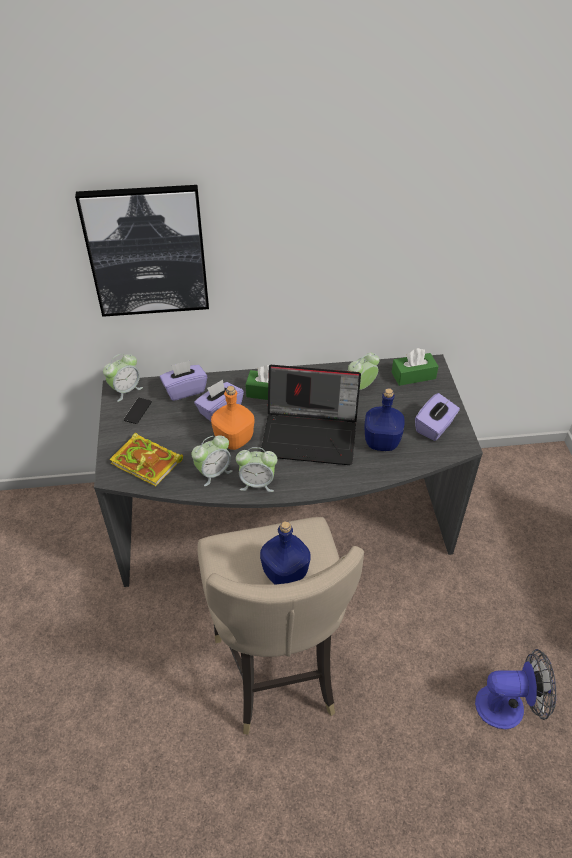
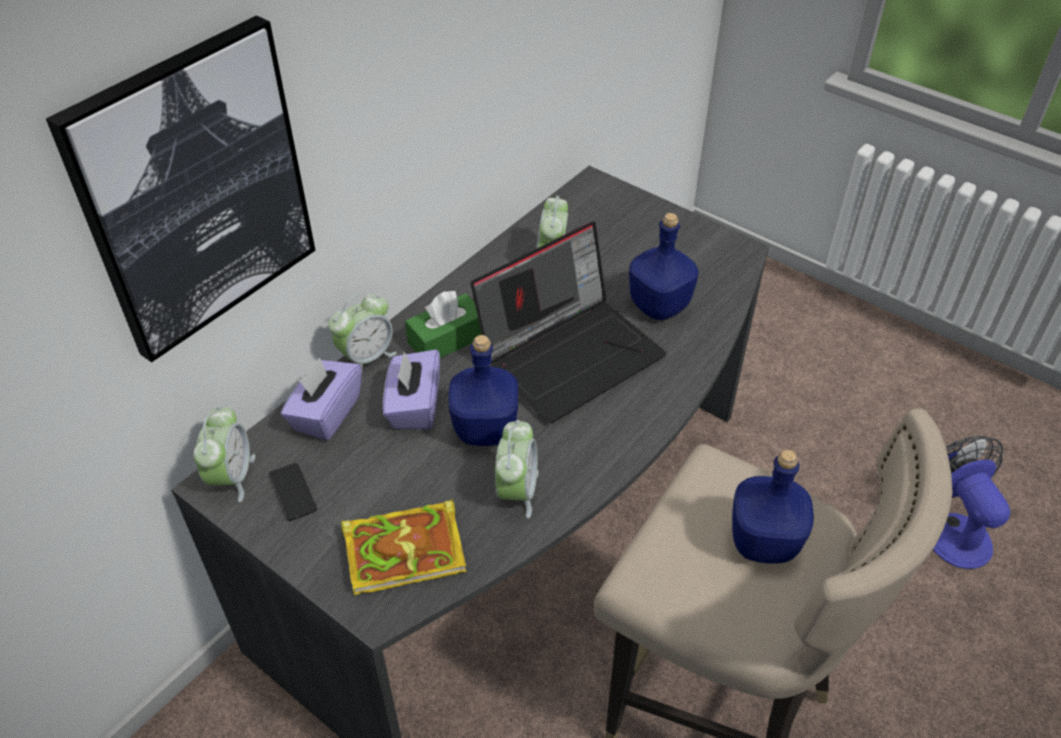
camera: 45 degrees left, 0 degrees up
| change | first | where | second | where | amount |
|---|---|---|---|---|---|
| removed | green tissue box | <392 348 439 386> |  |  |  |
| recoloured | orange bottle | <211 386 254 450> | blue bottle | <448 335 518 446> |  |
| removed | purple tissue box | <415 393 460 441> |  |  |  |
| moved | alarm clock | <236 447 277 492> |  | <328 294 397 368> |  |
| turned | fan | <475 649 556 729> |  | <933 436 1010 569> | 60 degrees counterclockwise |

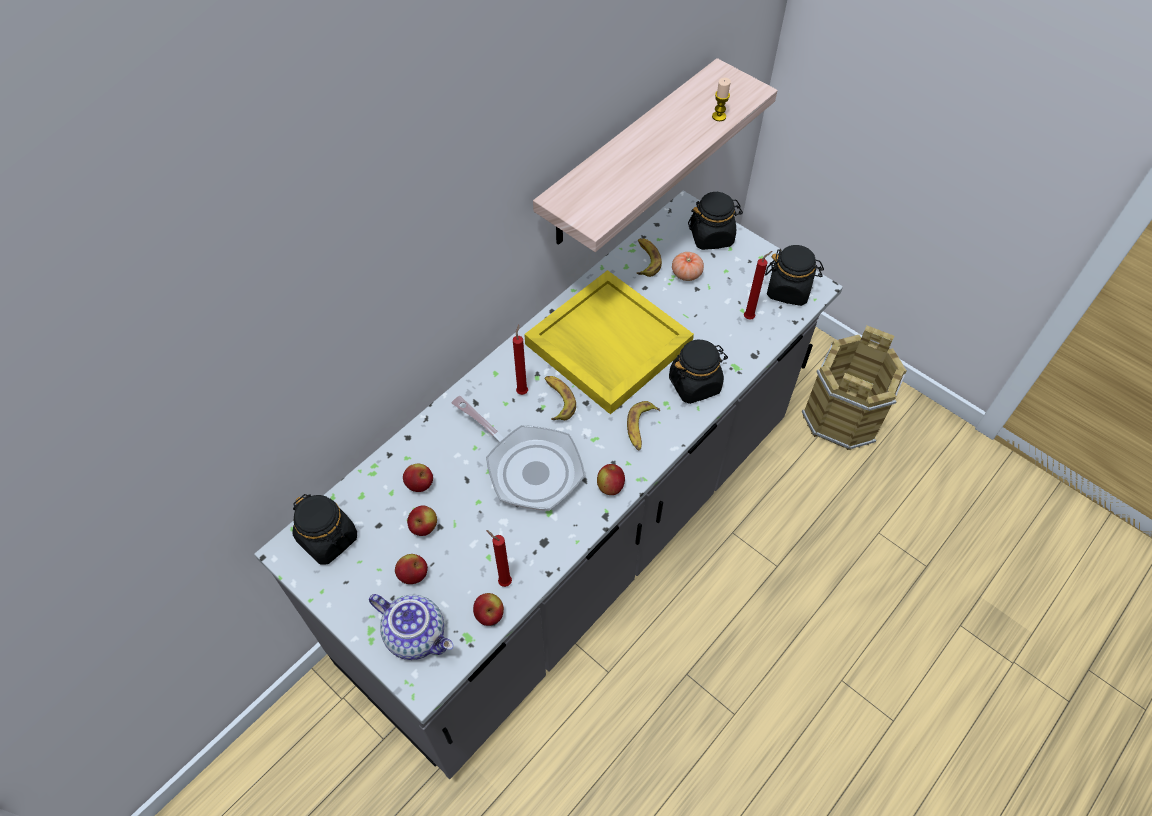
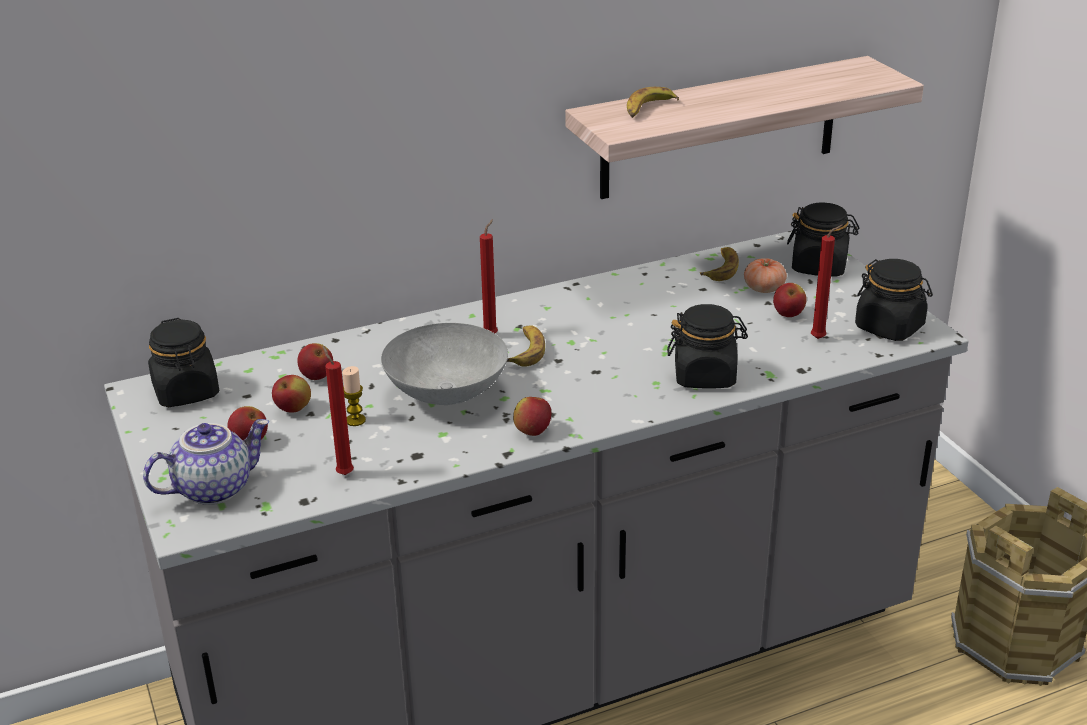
camera: 25 degrees right, 25 degrees down
| change | first | where | second | where | amount |
|---|---|---|---|---|---|
| moved | candle | <712 78 731 121> |  | <342 366 366 426> |  |
| removed | yellow tray | <524 270 694 414> |  |  |  |
| replaced | frying pan | <451 396 585 511> | grey bowl | <381 323 508 405> |  |
| moved | banana | <627 401 660 451> |  | <627 87 679 118> |  |
| moved | apple | <473 593 504 626> |  | <773 283 807 317> |  |
| turned | teapot | <369 594 453 660> |  | <143 419 269 505> | 90 degrees counterclockwise |

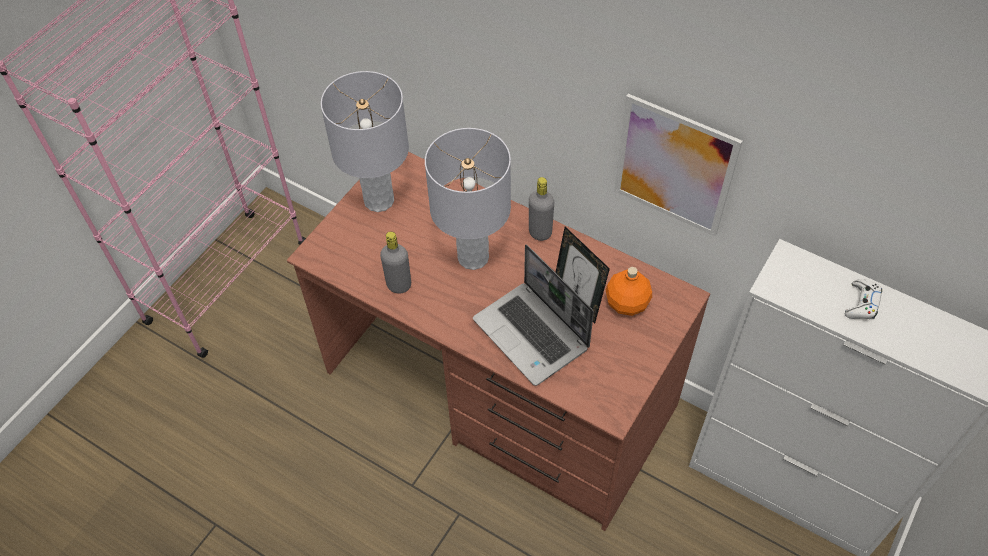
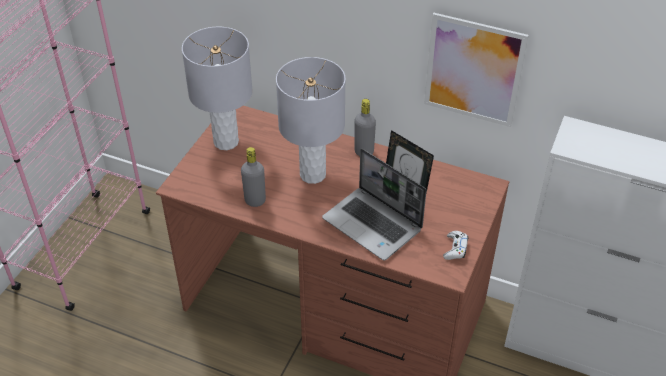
camera: 10 degrees left, 10 degrees down
| change | first | where | second | where | amount |
|---|---|---|---|---|---|
| removed | orange bottle | <606 267 652 316> |  |  |  |
| moved | white game controller | <845 279 882 319> |  | <443 231 468 260> |  |

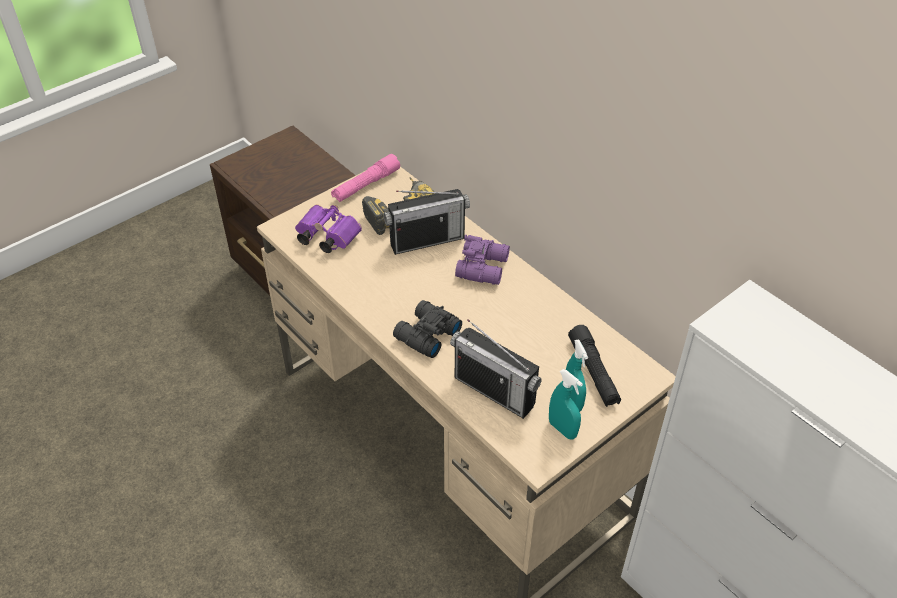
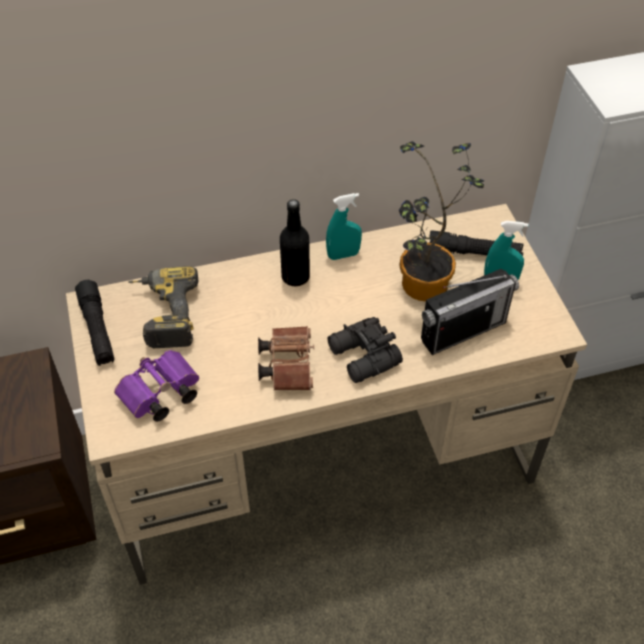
camera: 65 degrees left, 5 degrees up
| change | first | where | second | where | amount |
|---|---|---|---|---|---|
| recoloured | pink flashlight | <331 154 400 202> | black flashlight | <75 280 114 366> |  |
| removed | radio | <384 189 470 255> |  |  |  |
| replaced | purple binoculars | <455 235 510 285> | black bottle | <280 199 310 286> |  |
| moved | turquoise spray bottle | <549 369 583 439> |  | <326 193 362 260> |  |
| added |  |  | potted plant | <399 141 484 301> |  |
| added |  |  | brown binoculars | <258 326 314 390> |  |

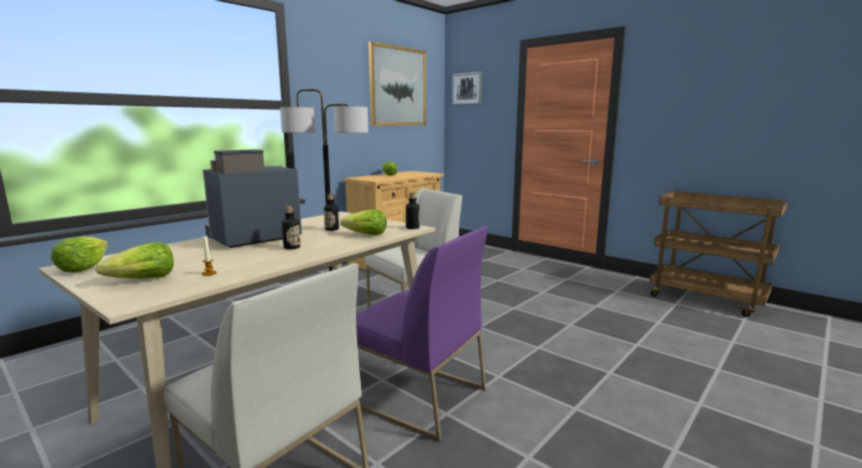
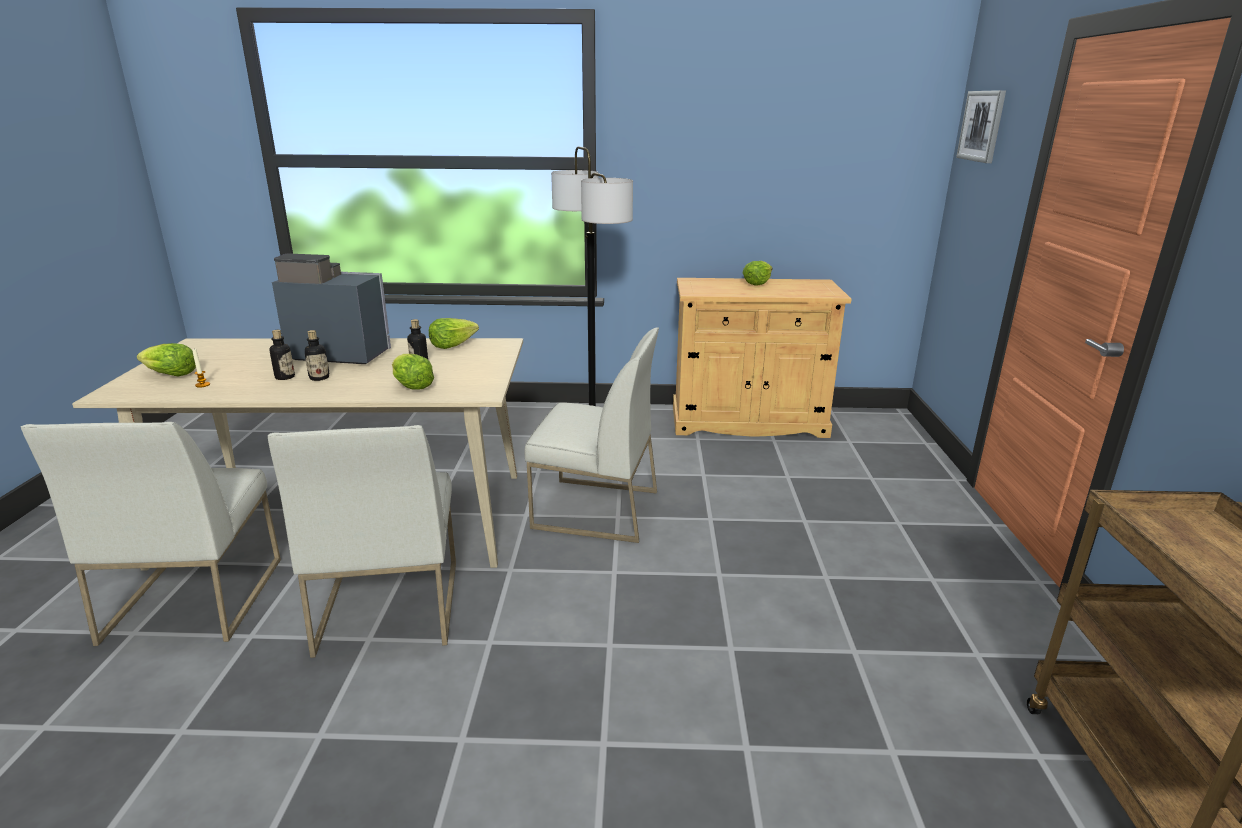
camera: 50 degrees right, 10 degrees up
| change | first | where | second | where | amount |
|---|---|---|---|---|---|
| removed | picture | <368 41 426 125> |  |  |  |
| moved | bottle | <406 193 420 229> |  | <269 330 295 380> |  |
| recoloured | purple chair | <356 226 488 442> | white chair | <268 425 456 658> |  |
| moved | lettuce | <51 236 108 273> |  | <429 318 479 349> |  |

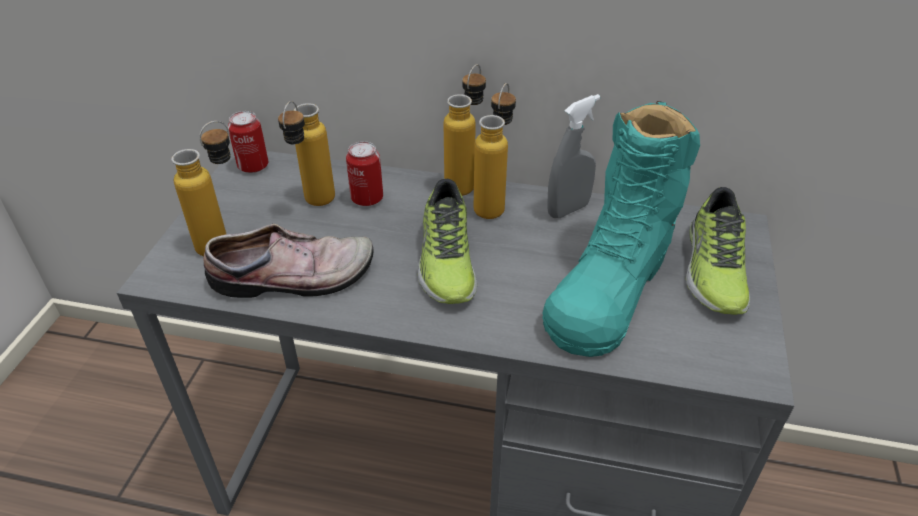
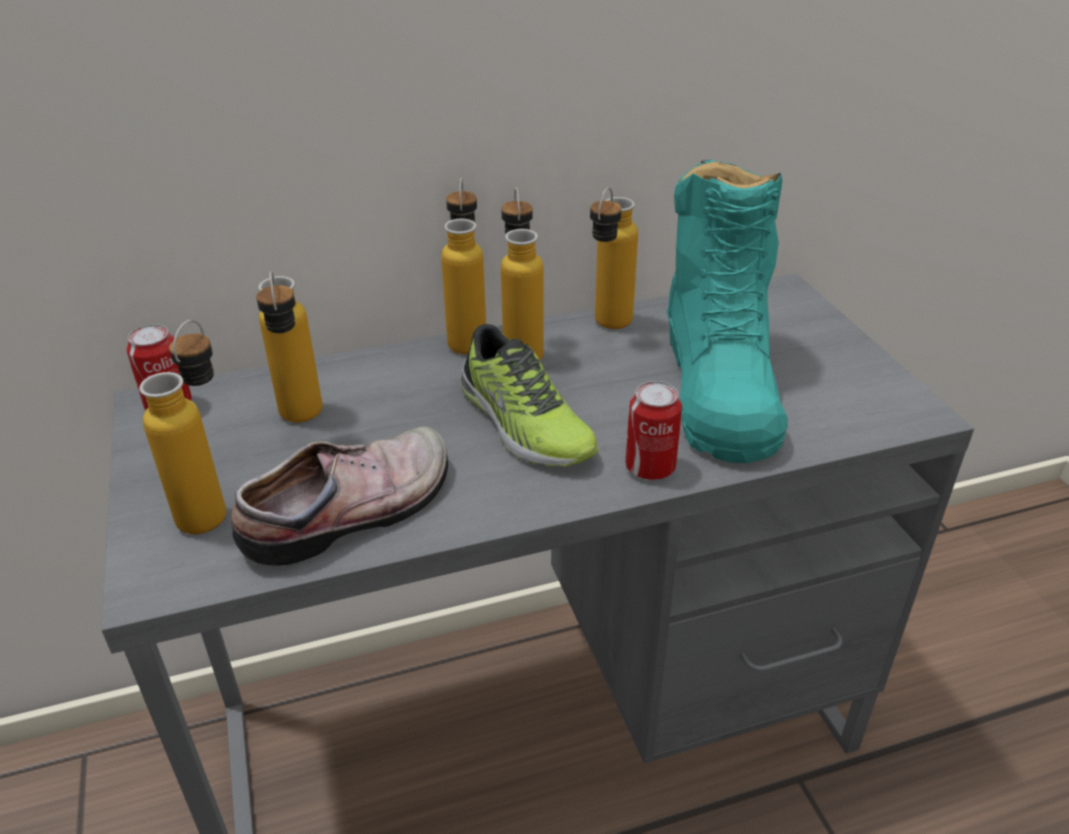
camera: 30 degrees left, 5 degrees down
| change | first | where | second | where | amount |
|---|---|---|---|---|---|
| replaced | grey spray bottle | <547 94 600 218> | bottle | <590 187 638 329> |  |
| moved | can | <346 141 383 206> |  | <625 381 682 480> |  |
| removed | shoe | <686 187 750 315> |  |  |  |

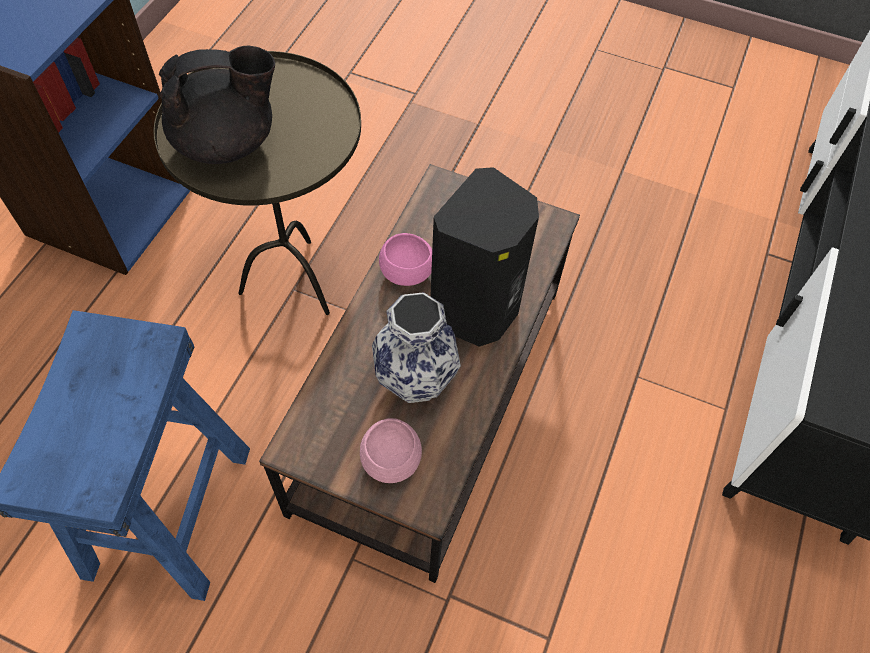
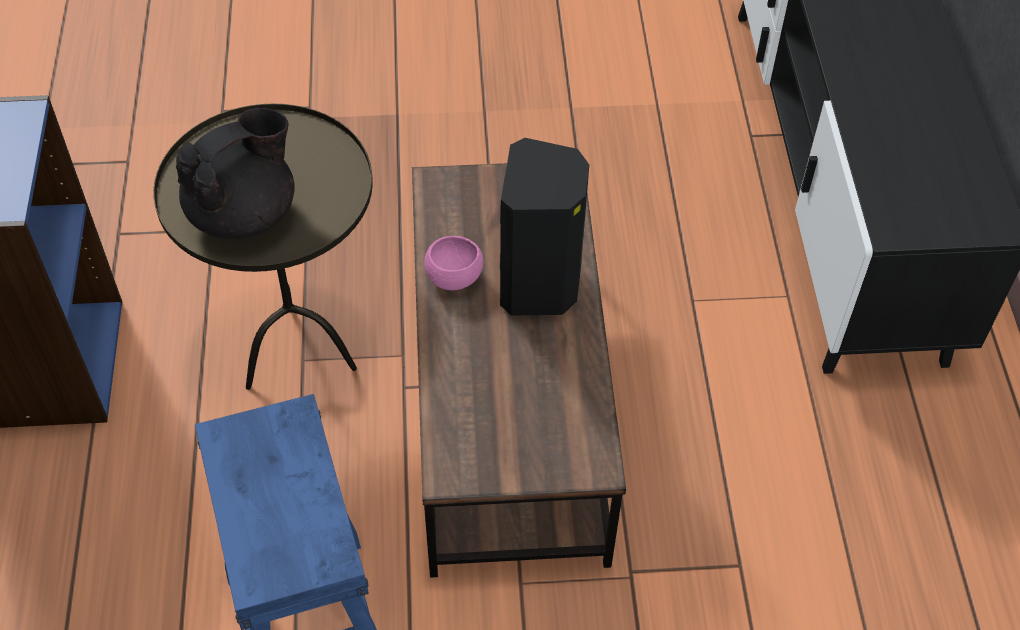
camera: 25 degrees left, 5 degrees down
| change | first | where | second | where | amount |
|---|---|---|---|---|---|
| removed | vase | <372 293 461 403> |  |  |  |
| removed | pink bowl | <360 418 422 483> |  |  |  |

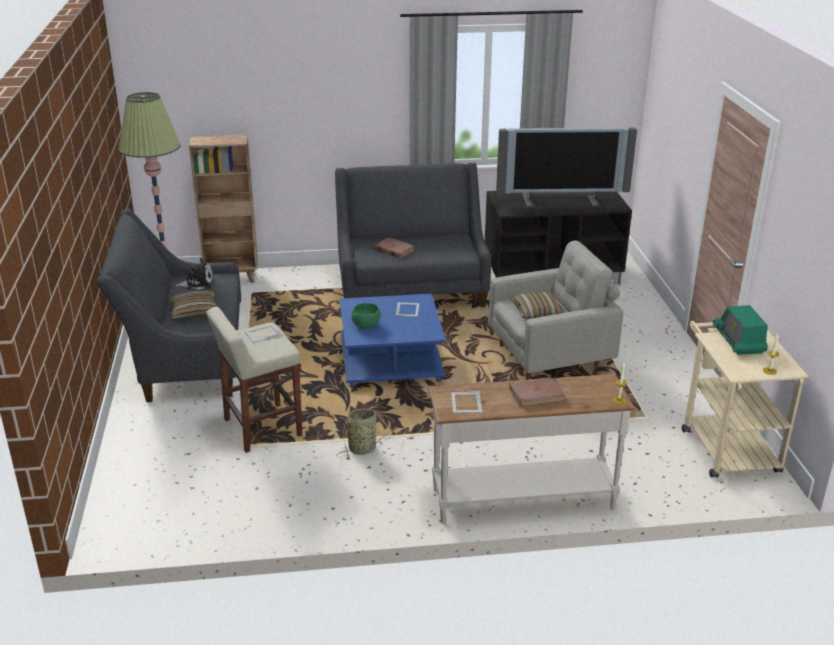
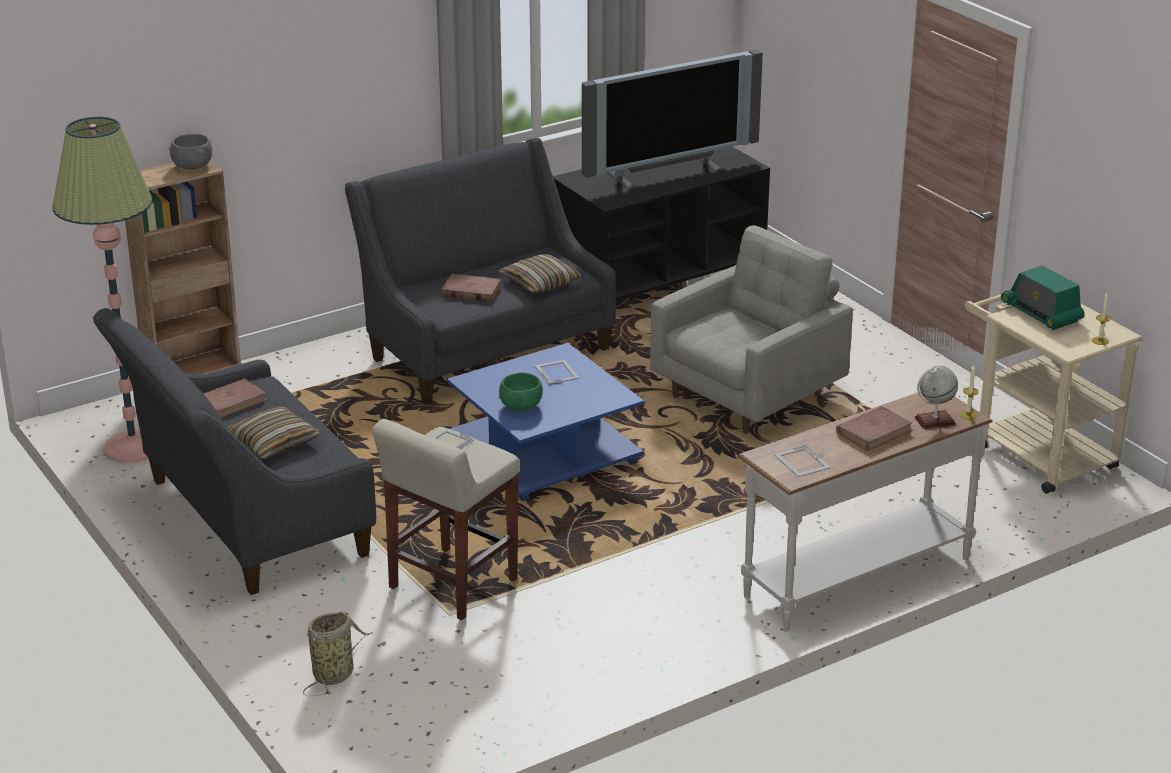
camera: 25 degrees left, 0 degrees up
| change | first | where | second | where | amount |
|---|---|---|---|---|---|
| replaced | plush toy | <175 258 213 290> | brown book | <204 378 268 418> |  |
| moved | pillow | <510 292 566 318> |  | <498 254 582 294> |  |
| moved | basket | <336 409 399 460> |  | <303 612 372 696> |  |
| added |  |  | grey bowl | <169 134 212 170> |  |
| added |  |  | globe | <914 366 958 429> |  |

